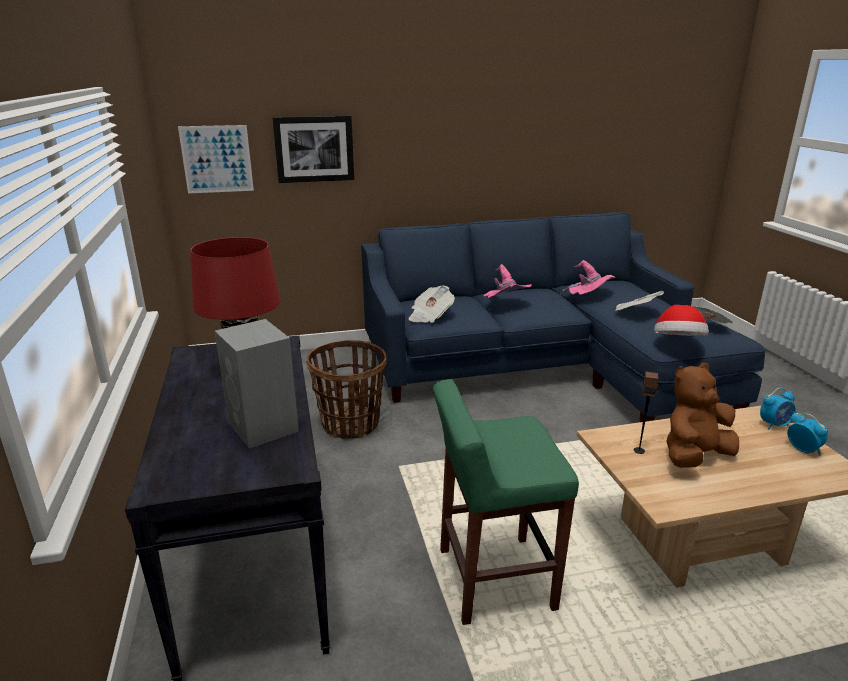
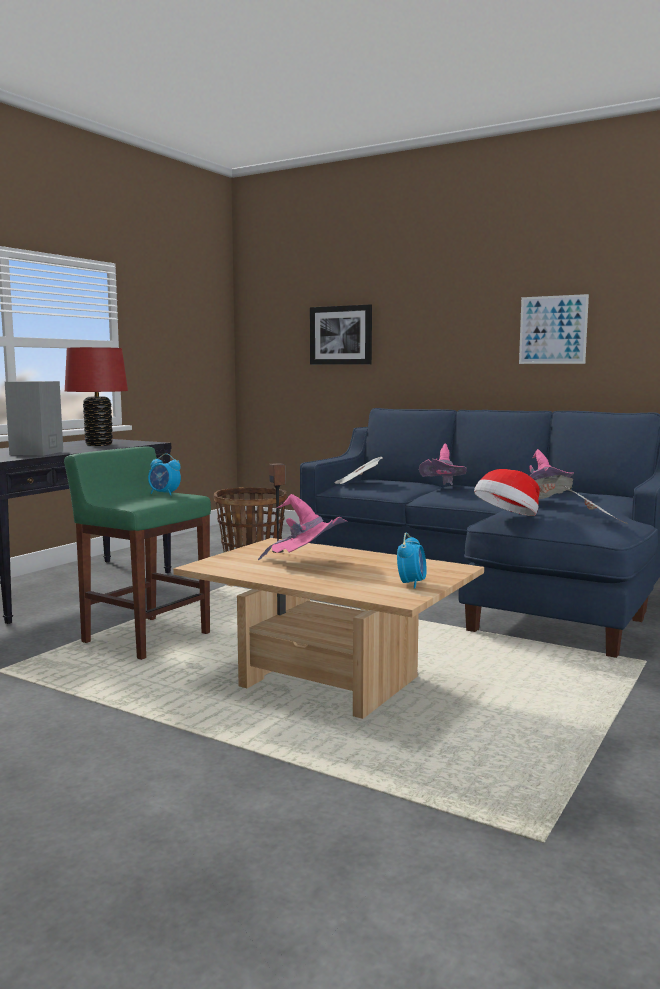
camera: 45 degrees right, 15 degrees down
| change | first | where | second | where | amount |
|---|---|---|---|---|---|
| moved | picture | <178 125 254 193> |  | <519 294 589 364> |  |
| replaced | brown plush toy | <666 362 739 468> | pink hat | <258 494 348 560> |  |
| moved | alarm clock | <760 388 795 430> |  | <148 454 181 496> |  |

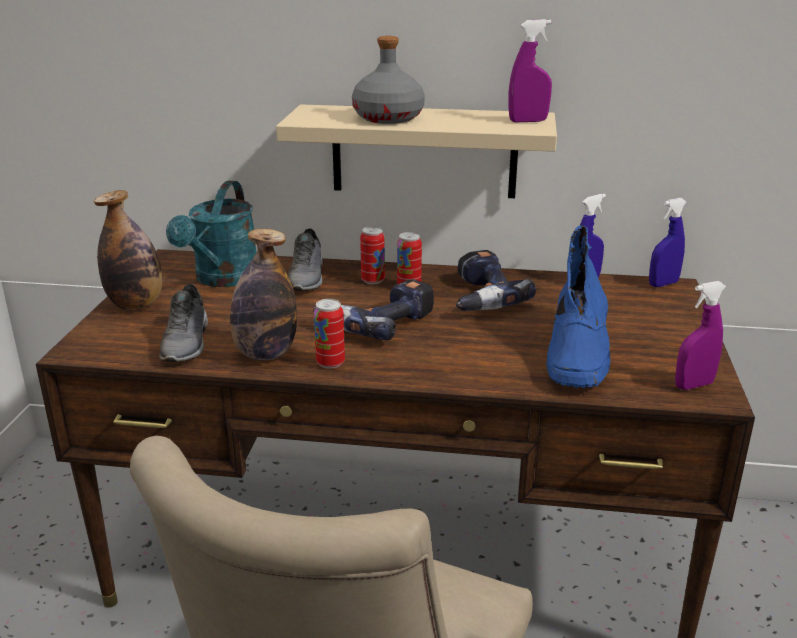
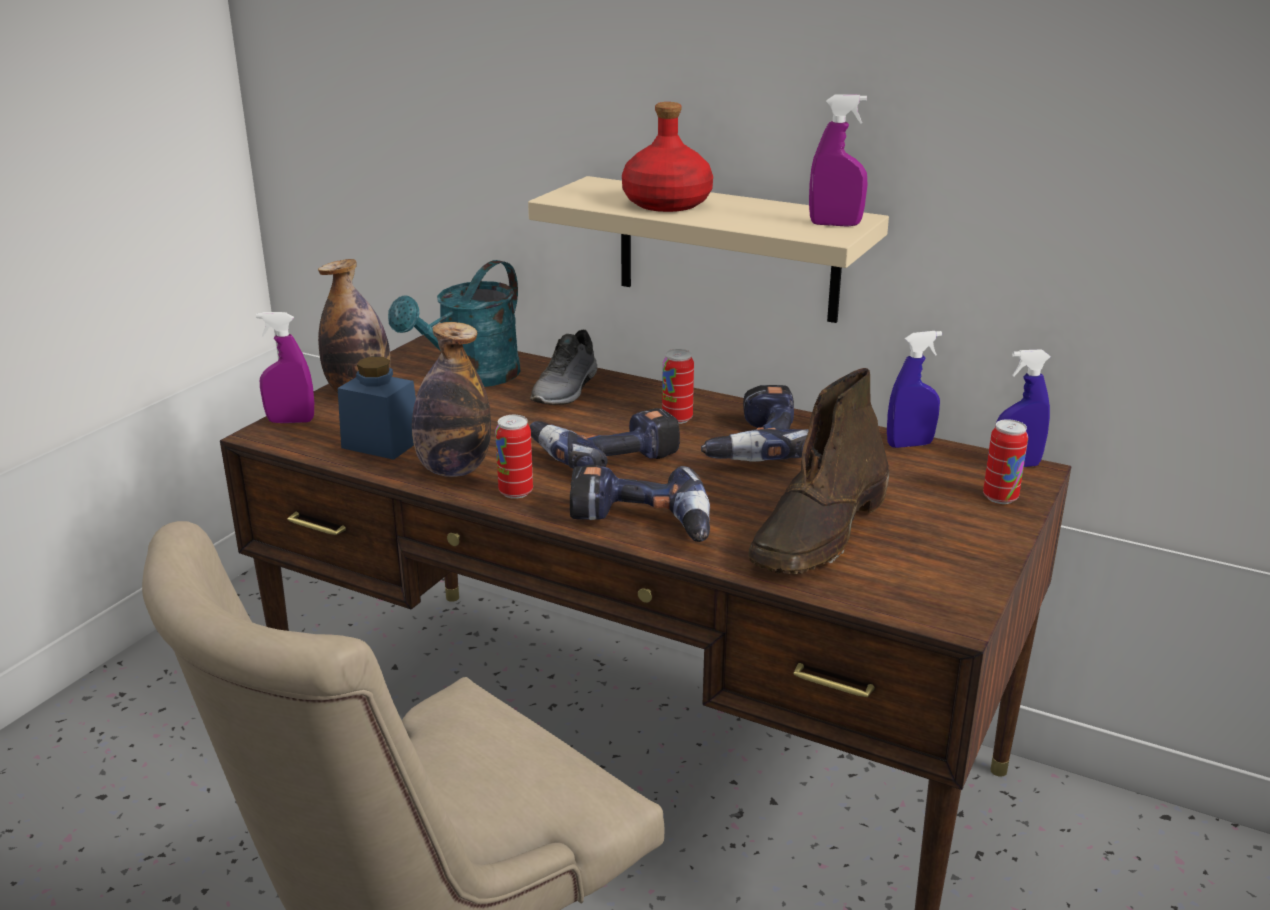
camera: 20 degrees right, 0 degrees up
| change | first | where | second | where | amount |
|---|---|---|---|---|---|
| recoloured | grey bottle | <352 36 425 124> | red bottle | <622 102 713 212> |  |
| recoloured | blue boot | <546 225 611 388> | brown boot | <748 368 889 574> |  |
| moved | can | <360 226 385 284> |  | <983 419 1028 504> |  |
| moved | purple spray bottle | <675 281 726 390> |  | <256 312 314 423> |  |
| replaced | grey shoe | <159 284 208 362> | blue jar | <338 357 416 460> |  |
| added |  |  | power drill | <570 465 710 542> |  |

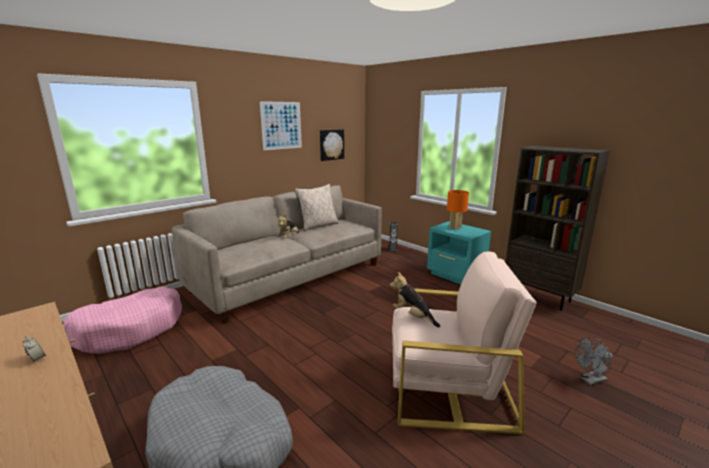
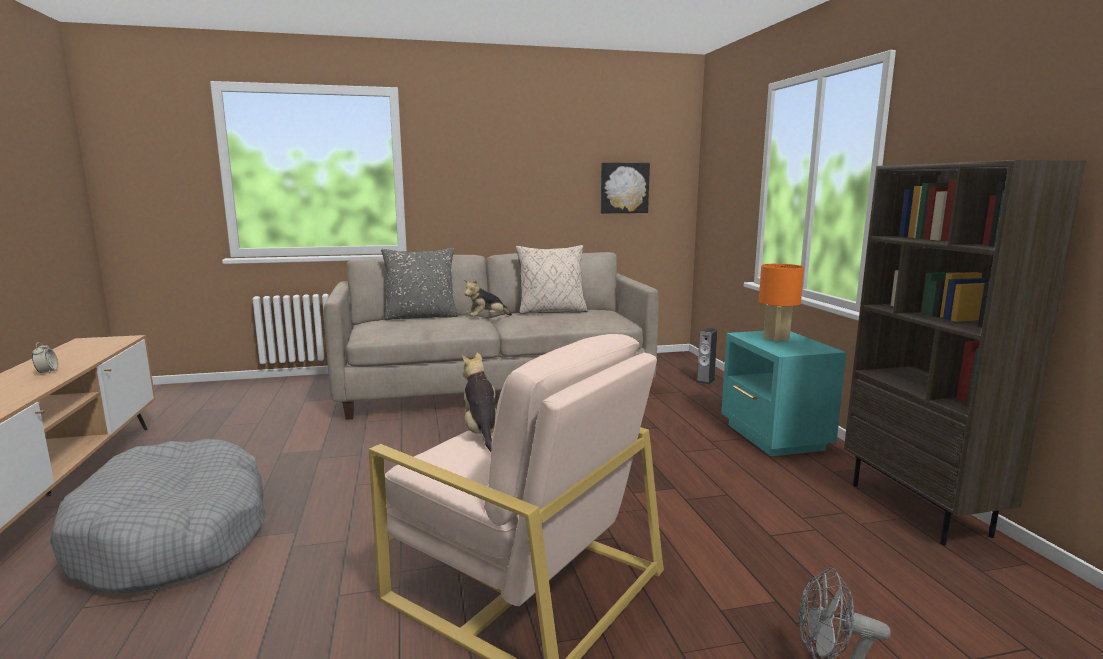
camera: 30 degrees right, 5 degrees down
| change | first | where | second | where | amount |
|---|---|---|---|---|---|
| removed | picture | <260 101 302 150> |  |  |  |
| removed | pink dog bed | <63 287 182 354> |  |  |  |
| added |  |  | grey pillow | <381 248 458 320> |  |

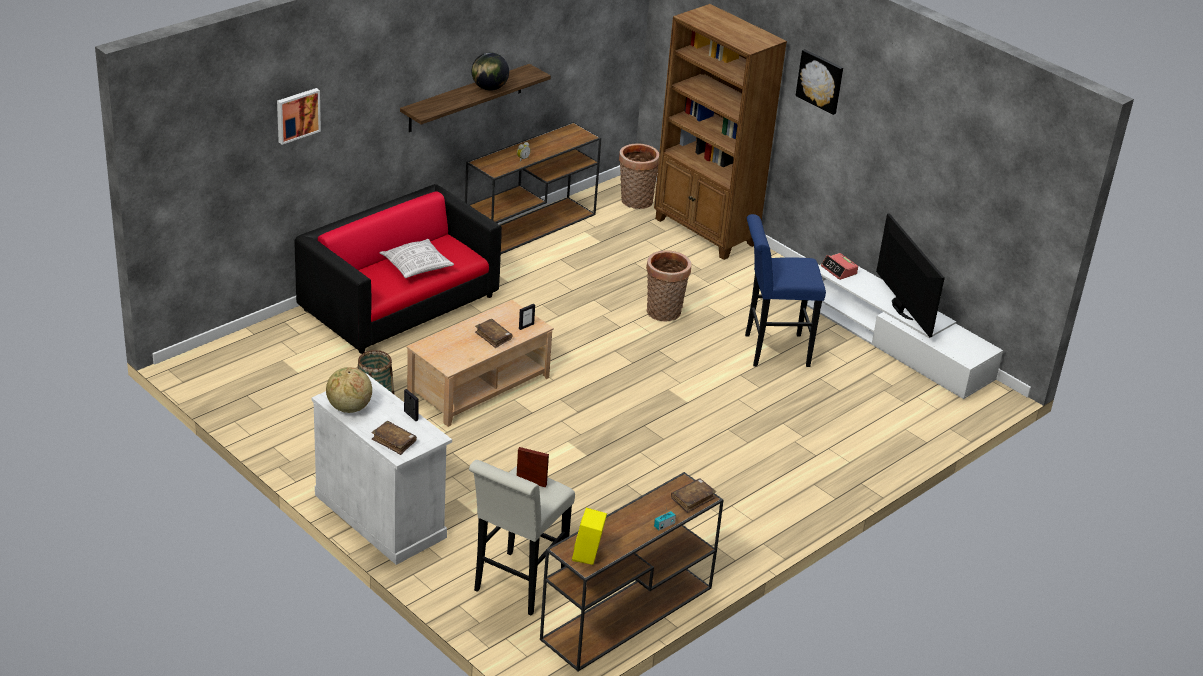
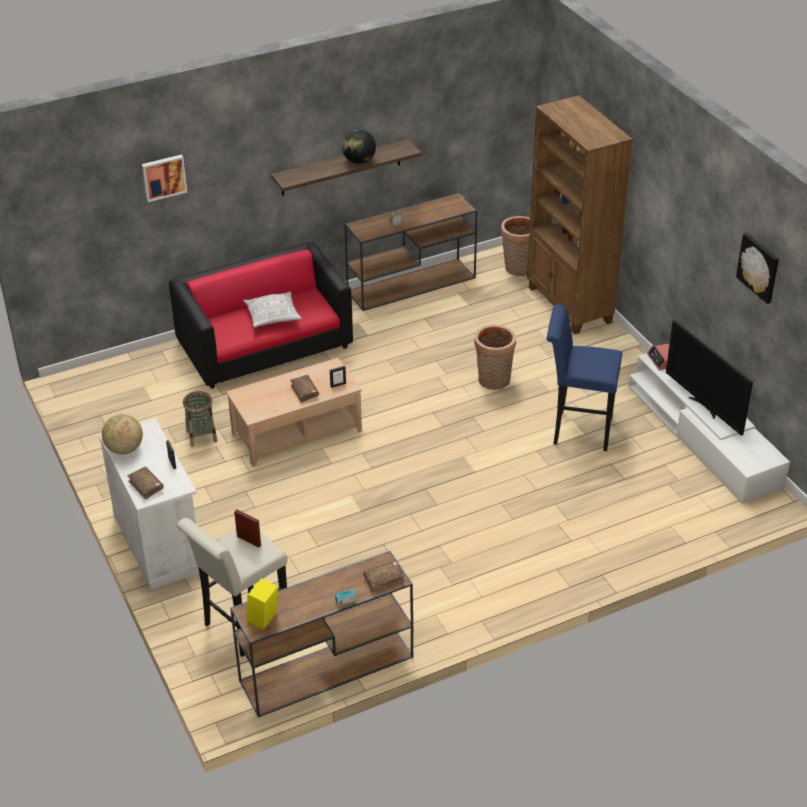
camera: 20 degrees right, 5 degrees up
| change | first | where | second | where | amount |
|---|---|---|---|---|---|
| moved | picture | <795 49 843 115> |  | <736 233 779 304> |  |
| turned | television | <876 213 945 337> |  | <666 320 753 436> | 150 degrees clockwise |

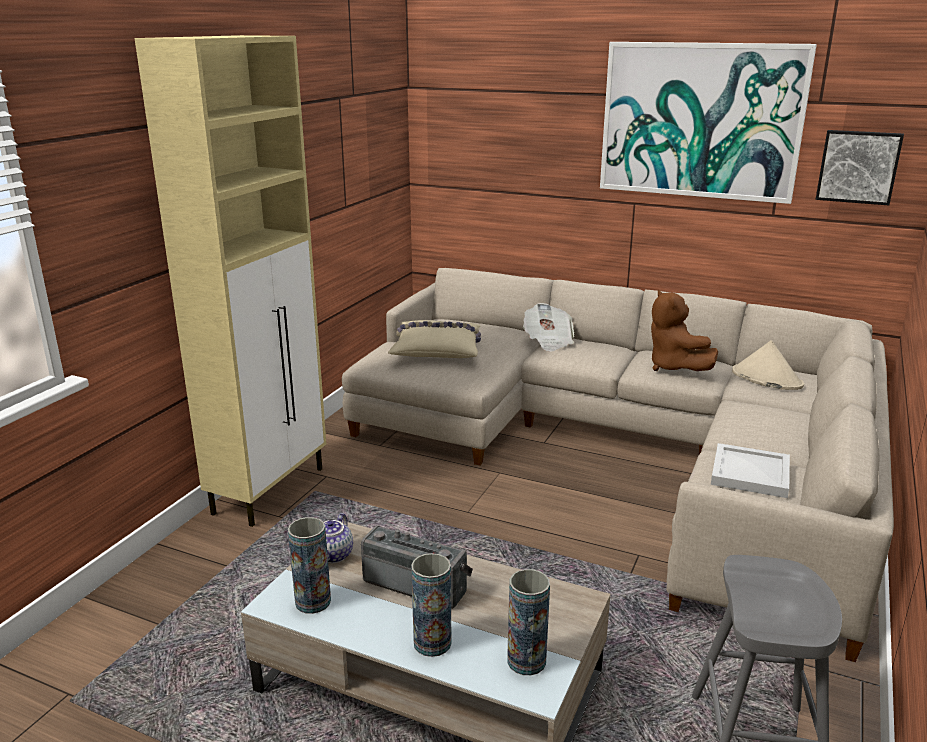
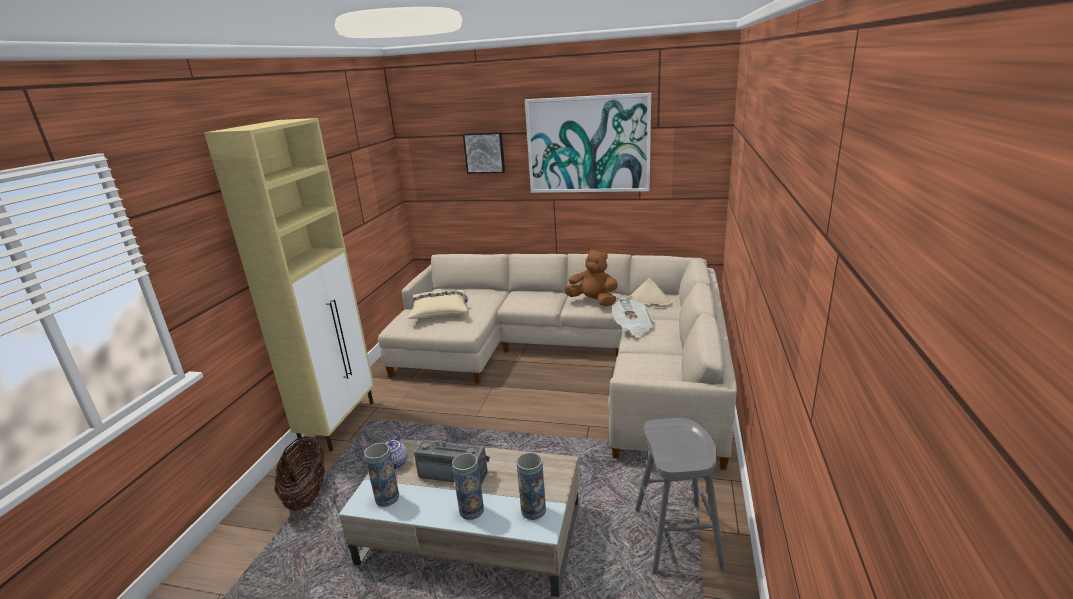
camera: 10 degrees left, 0 degrees up
| change | first | where | second | where | amount |
|---|---|---|---|---|---|
| moved | picture | <815 130 904 205> |  | <463 132 505 174> |  |
| turned | brown plush toy | <651 289 718 371> |  | <564 248 618 306> | 150 degrees clockwise |
| moved | newspaper | <523 303 574 352> |  | <612 298 654 337> |  |
| removed | white tray | <711 443 790 498> |  |  |  |
| added |  |  | basket | <275 437 325 511> |  |

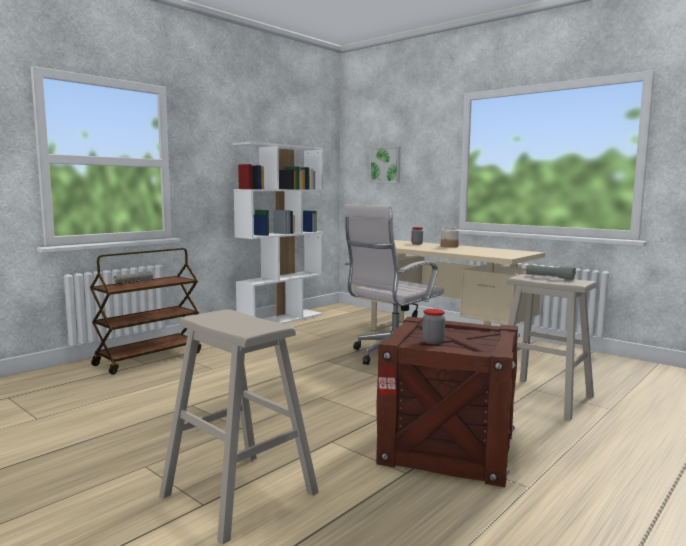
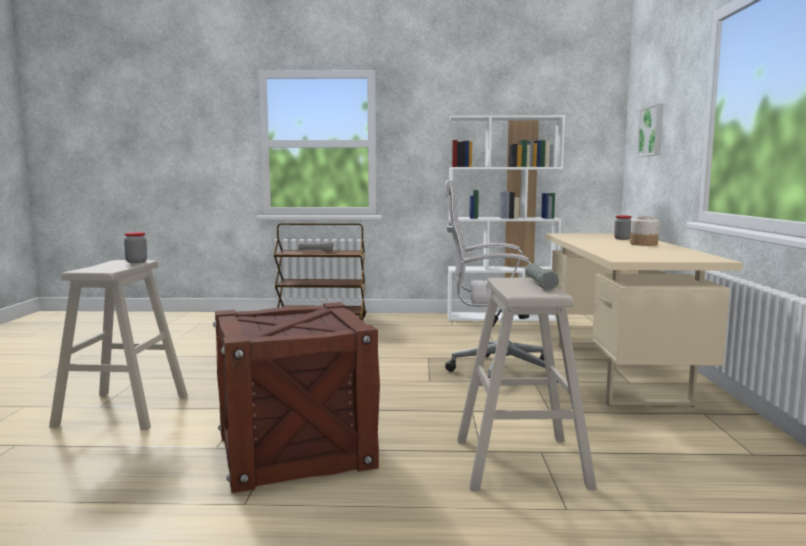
camera: 50 degrees right, 0 degrees up
| change | first | where | second | where | amount |
|---|---|---|---|---|---|
| moved | jar | <422 309 445 344> |  | <124 232 147 263> |  |

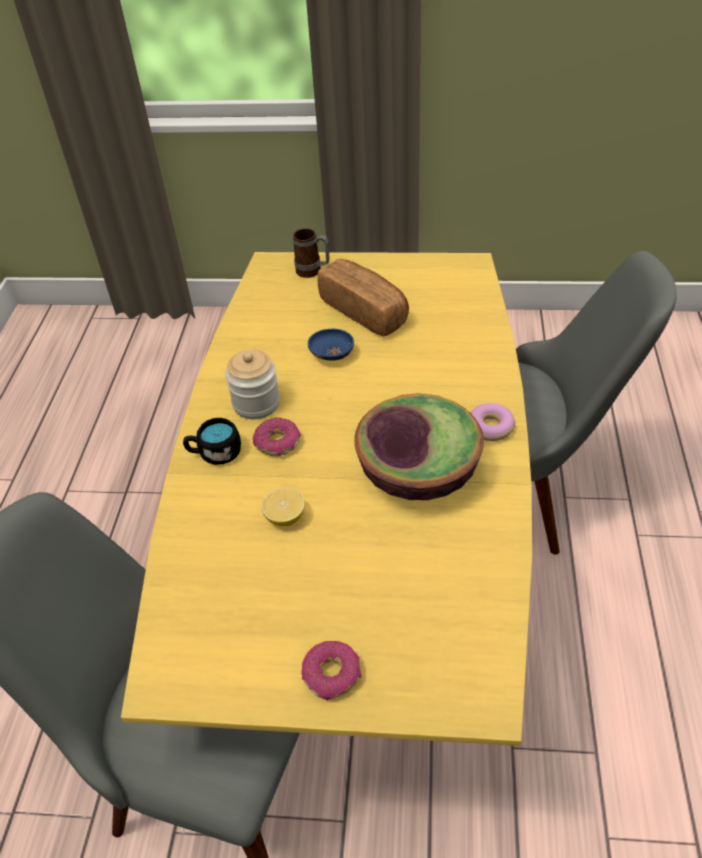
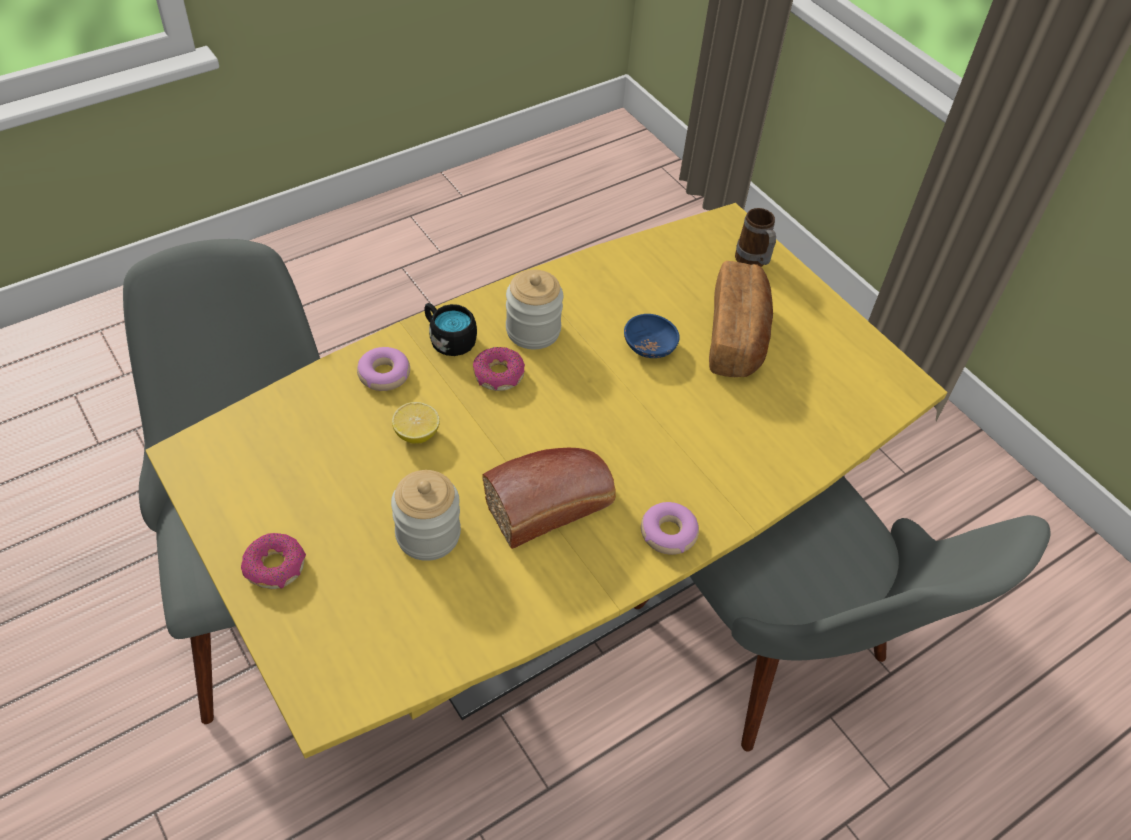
camera: 45 degrees right, 5 degrees up
| change | first | where | second | where | amount |
|---|---|---|---|---|---|
| replaced | bowl | <354 393 484 500> | bread | <482 448 616 549> |  |
| added |  |  | donut | <357 347 410 391> |  |
| added |  |  | jar | <391 470 461 561> |  |

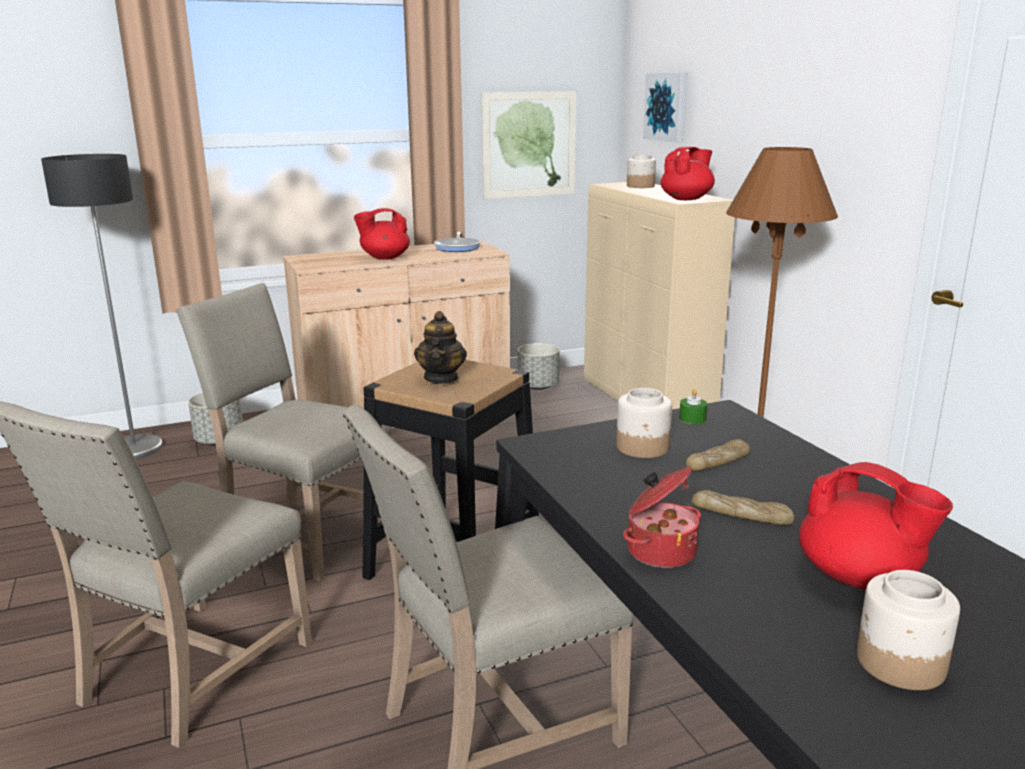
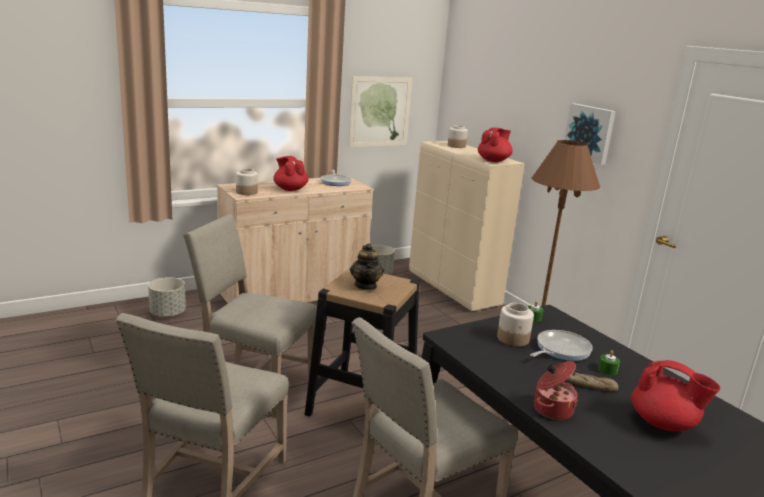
camera: 10 degrees left, 0 degrees up
| change | first | where | second | where | amount |
|---|---|---|---|---|---|
| moved | picture | <643 73 688 142> |  | <564 103 616 165> |  |
| removed | floor lamp | <41 154 163 459> |  |  |  |
| turned | red teapot | <354 208 410 260> |  | <273 156 309 191> | 90 degrees clockwise |
| replaced | bread | <686 439 750 471> | frying pan | <530 330 593 361> |  |
| moved | jar | <856 570 960 690> |  | <236 168 258 195> |  |
| added |  |  | green candle | <598 350 620 375> |  |

